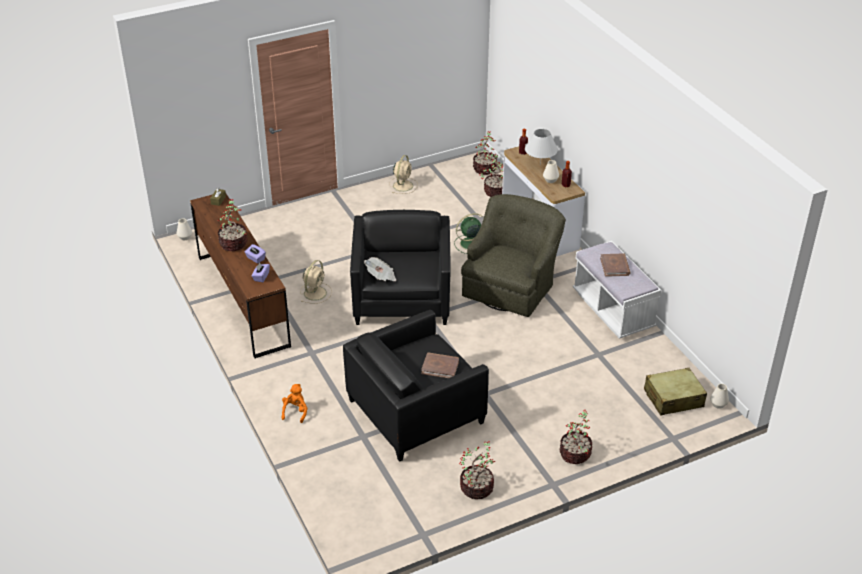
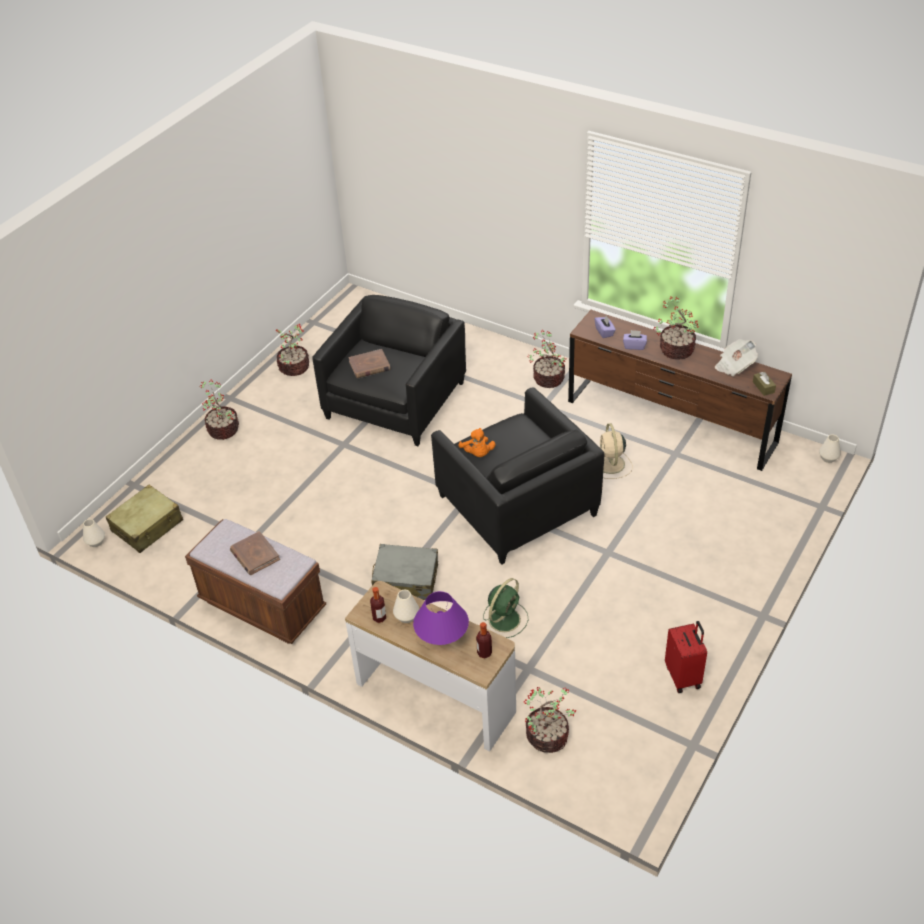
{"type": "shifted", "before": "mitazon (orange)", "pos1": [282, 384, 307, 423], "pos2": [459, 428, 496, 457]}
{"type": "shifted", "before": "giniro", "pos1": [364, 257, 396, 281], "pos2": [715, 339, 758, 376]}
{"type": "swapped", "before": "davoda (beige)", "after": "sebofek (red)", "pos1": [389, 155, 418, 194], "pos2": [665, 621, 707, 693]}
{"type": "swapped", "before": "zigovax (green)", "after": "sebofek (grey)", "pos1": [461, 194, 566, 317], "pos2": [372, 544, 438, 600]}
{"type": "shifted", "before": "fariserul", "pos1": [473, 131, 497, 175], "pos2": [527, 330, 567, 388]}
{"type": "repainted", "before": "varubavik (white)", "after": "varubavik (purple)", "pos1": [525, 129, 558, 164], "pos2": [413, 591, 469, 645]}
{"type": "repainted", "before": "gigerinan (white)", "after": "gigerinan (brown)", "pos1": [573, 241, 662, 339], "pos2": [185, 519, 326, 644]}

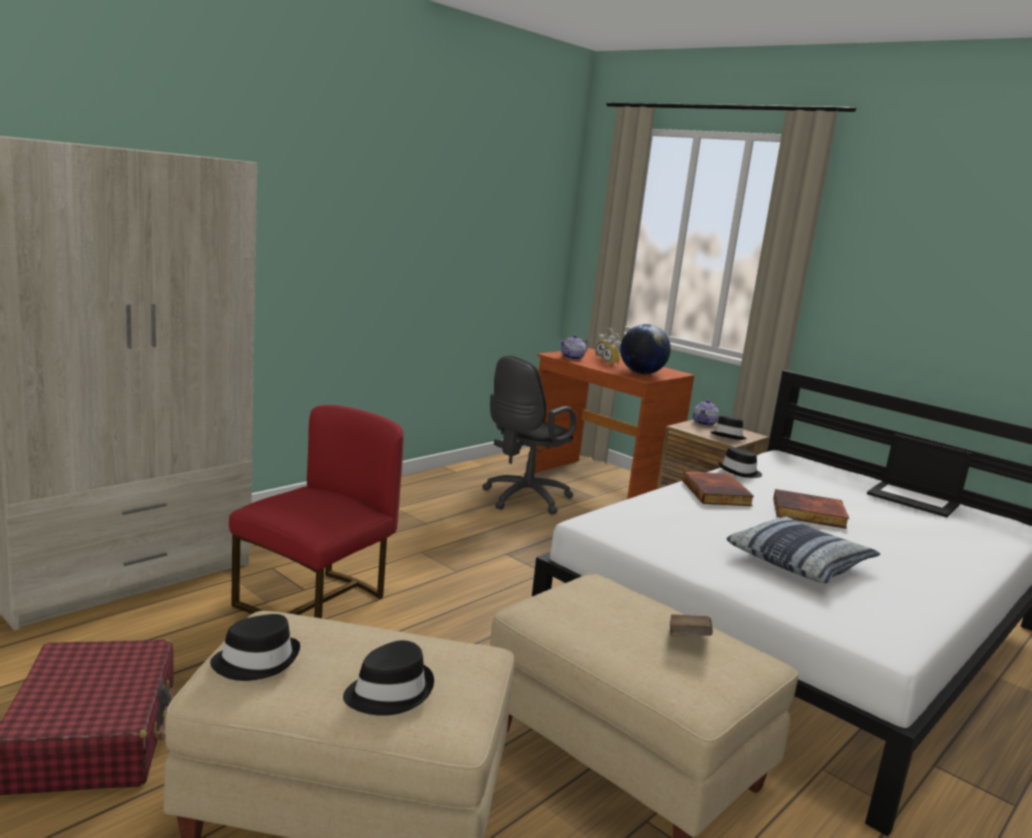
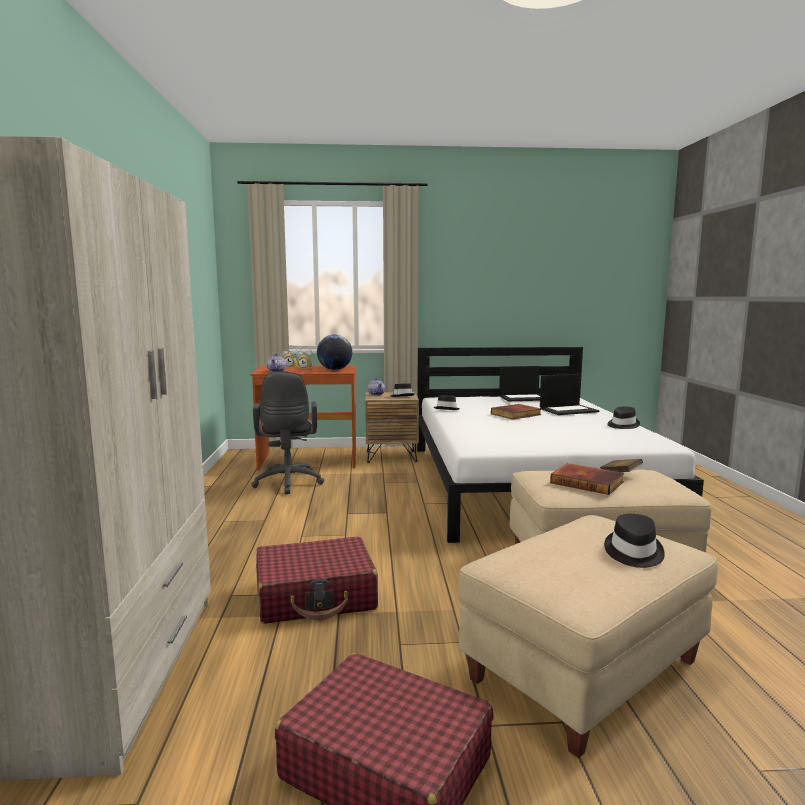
{"type": "shifted", "before": "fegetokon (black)", "pos1": [210, 614, 300, 681], "pos2": [607, 407, 640, 429]}
{"type": "swapped", "before": "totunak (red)", "after": "sebofek (red)", "pos1": [229, 405, 404, 618], "pos2": [256, 537, 378, 624]}
{"type": "shifted", "before": "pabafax", "pos1": [682, 471, 754, 506], "pos2": [550, 463, 624, 495]}
{"type": "gone", "before": "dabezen", "pos1": [727, 516, 880, 584]}
{"type": "new", "after": "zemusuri", "pos2": [540, 374, 599, 415]}

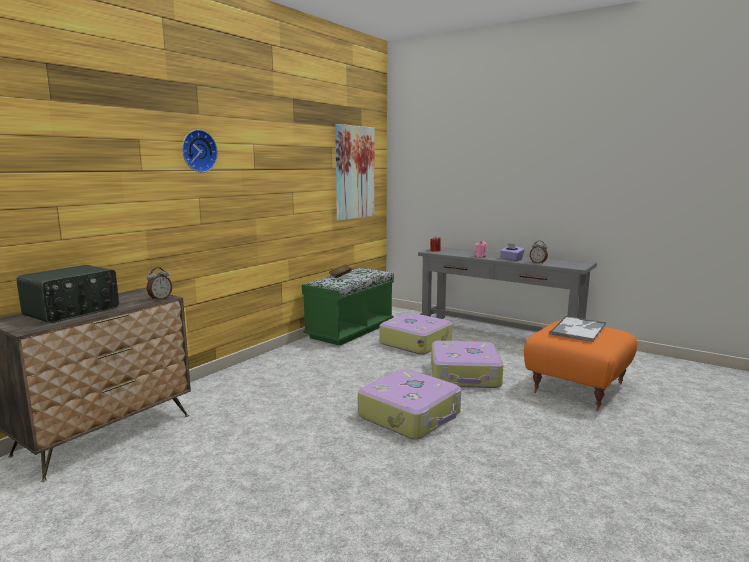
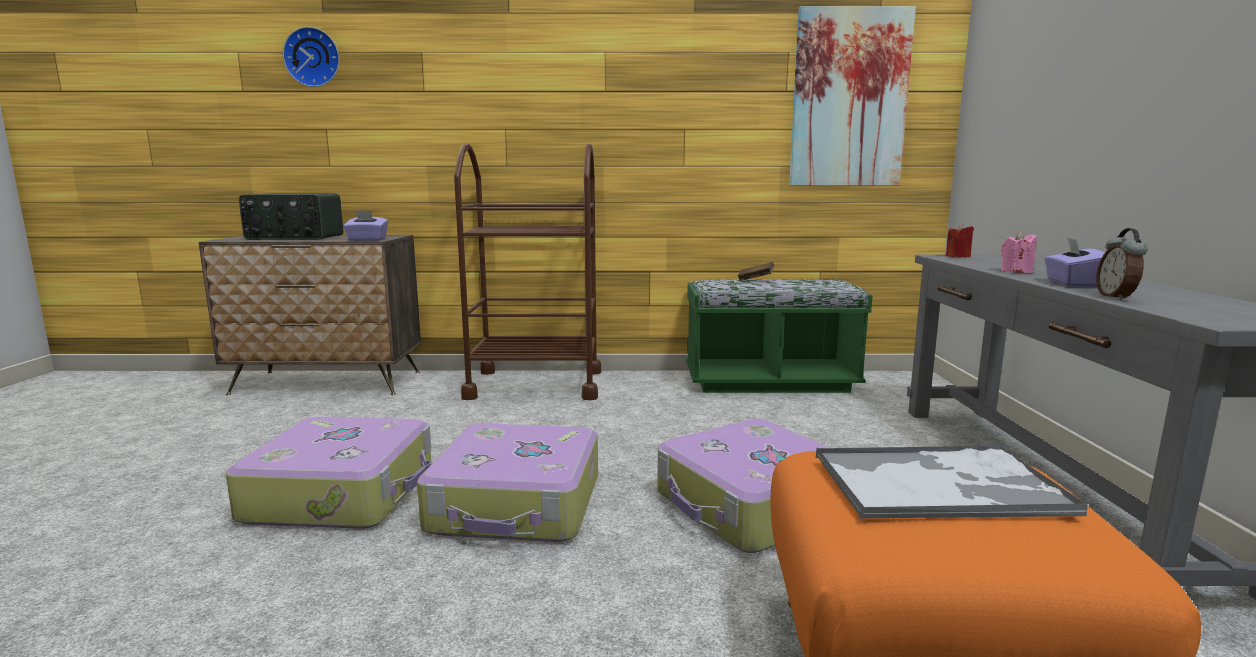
{"type": "swapped", "before": "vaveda", "after": "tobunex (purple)", "pos1": [147, 267, 172, 301], "pos2": [343, 210, 388, 241]}
{"type": "shifted", "before": "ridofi", "pos1": [182, 130, 218, 173], "pos2": [283, 27, 340, 87]}
{"type": "shifted", "before": "sebofek", "pos1": [380, 313, 453, 355], "pos2": [226, 417, 431, 529]}
{"type": "new", "after": "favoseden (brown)", "pos2": [454, 144, 601, 400]}

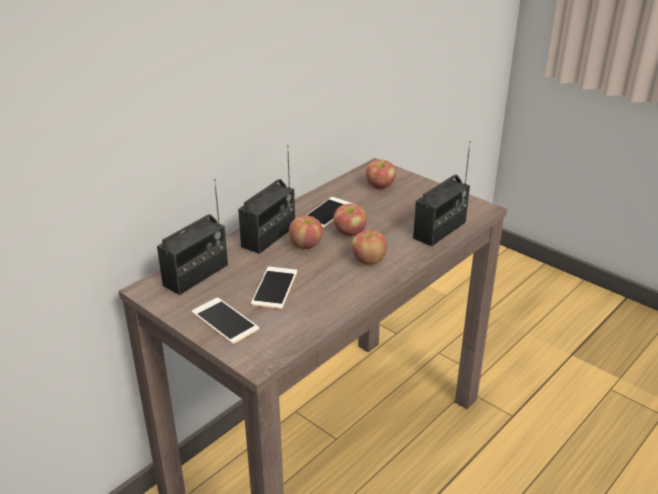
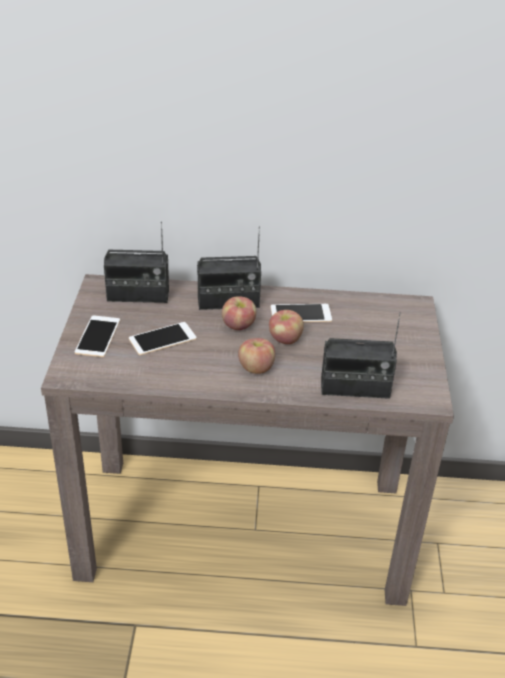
{"type": "gone", "before": "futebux", "pos1": [366, 159, 396, 189]}

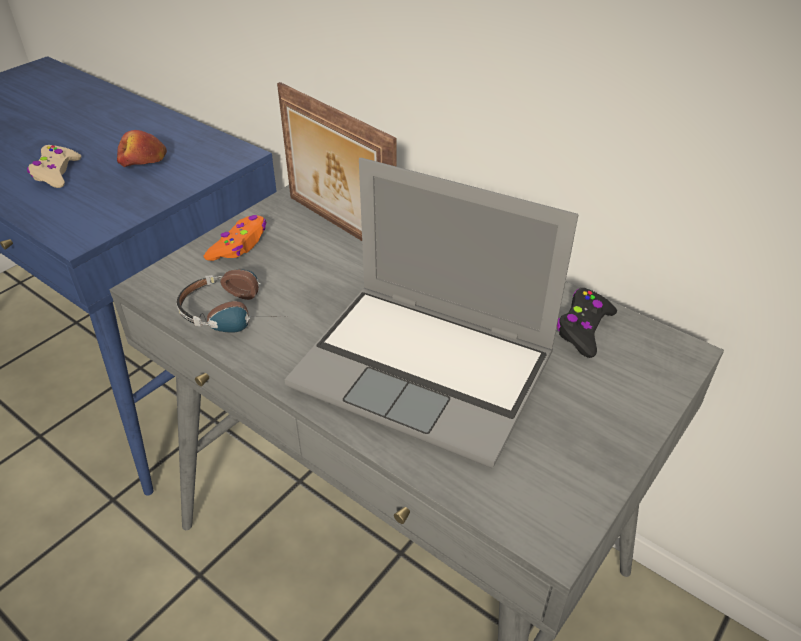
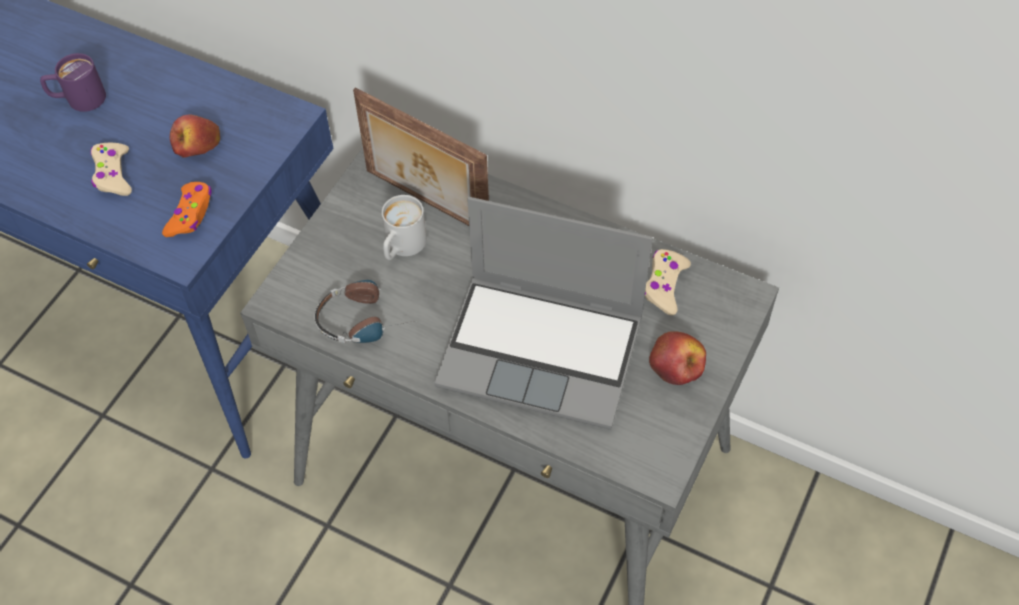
{"type": "shifted", "before": "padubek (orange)", "pos1": [204, 215, 266, 261], "pos2": [162, 182, 212, 237]}
{"type": "repainted", "before": "padubek (black)", "after": "padubek (beige)", "pos1": [557, 288, 617, 358], "pos2": [645, 249, 691, 316]}
{"type": "new", "after": "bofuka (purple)", "pos2": [40, 53, 106, 112]}
{"type": "new", "after": "bofuka (white)", "pos2": [382, 195, 427, 260]}
{"type": "new", "after": "futebux", "pos2": [649, 331, 706, 385]}

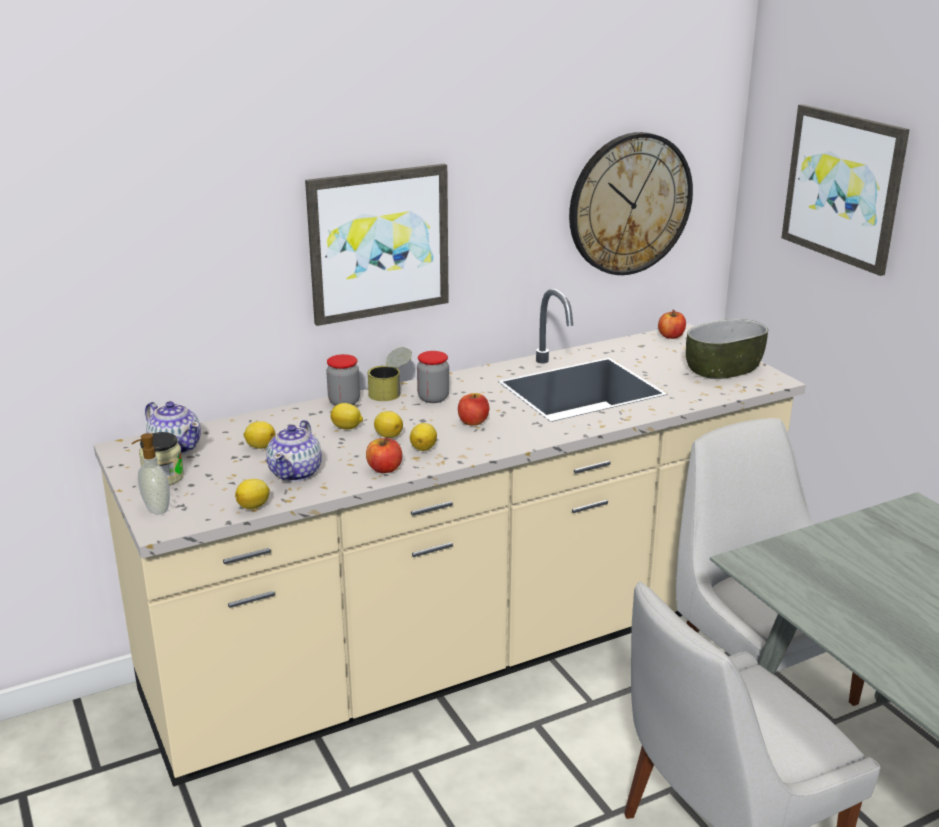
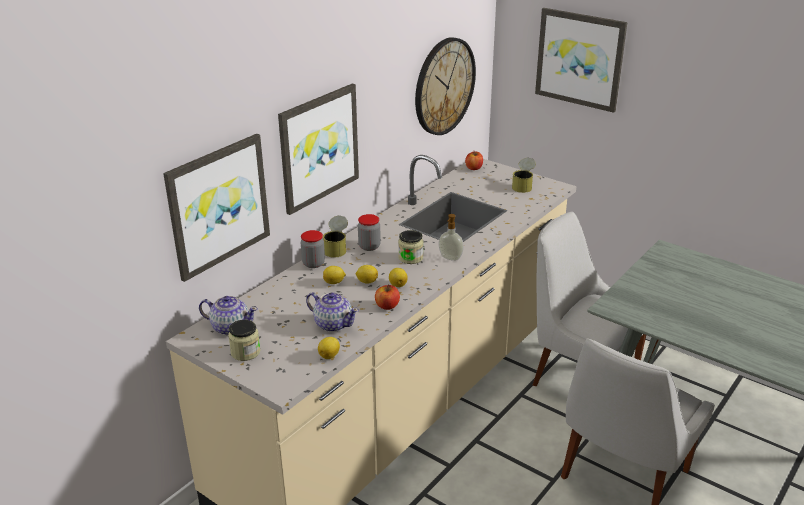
{"type": "shifted", "before": "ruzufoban", "pos1": [131, 433, 170, 514], "pos2": [438, 214, 464, 261]}
{"type": "gone", "before": "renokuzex", "pos1": [244, 421, 276, 449]}
{"type": "rotated", "before": "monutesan", "pos1": [266, 420, 322, 482], "pos2": [306, 292, 359, 332], "turn": -45}
{"type": "swapped", "before": "futebux", "after": "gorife", "pos1": [458, 393, 490, 426], "pos2": [398, 230, 423, 264]}
{"type": "swapped", "before": "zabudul", "after": "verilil", "pos1": [686, 319, 768, 379], "pos2": [512, 158, 536, 193]}
{"type": "new", "after": "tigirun", "pos2": [163, 134, 270, 282]}

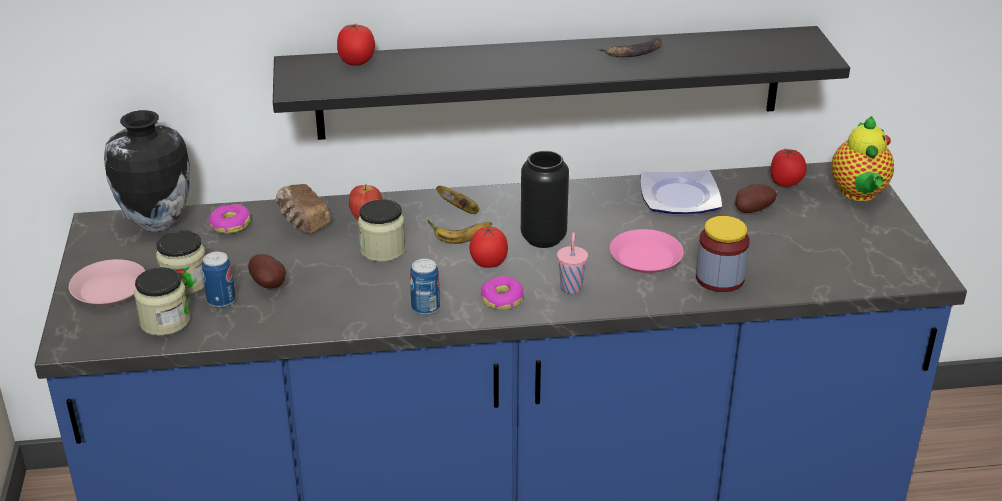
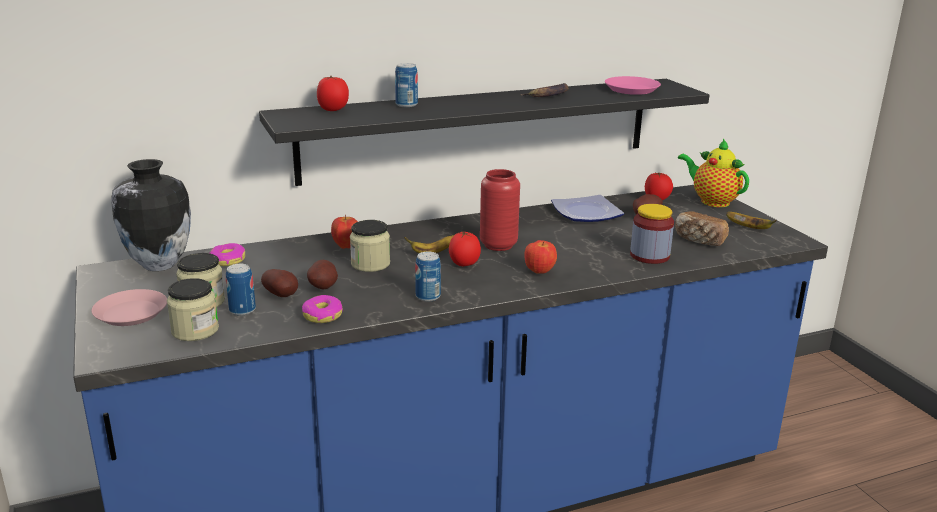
{"type": "shifted", "before": "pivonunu", "pos1": [276, 184, 331, 234], "pos2": [675, 211, 729, 246]}
{"type": "shifted", "before": "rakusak", "pos1": [436, 186, 479, 214], "pos2": [726, 212, 777, 229]}
{"type": "shifted", "before": "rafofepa", "pos1": [481, 276, 524, 310], "pos2": [302, 295, 343, 323]}
{"type": "repainted", "before": "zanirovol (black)", "after": "zanirovol (red)", "pos1": [521, 151, 569, 248], "pos2": [480, 169, 520, 251]}
{"type": "swapped", "before": "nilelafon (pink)", "after": "futebux", "pos1": [557, 232, 588, 294], "pos2": [524, 240, 557, 274]}
{"type": "shifted", "before": "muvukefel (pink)", "pos1": [610, 229, 684, 273], "pos2": [605, 76, 661, 95]}
{"type": "rotated", "before": "monutesan", "pos1": [831, 116, 894, 201], "pos2": [678, 139, 749, 207], "turn": 150}
{"type": "new", "after": "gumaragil", "pos2": [307, 260, 338, 290]}
{"type": "new", "after": "verilil", "pos2": [395, 63, 418, 107]}

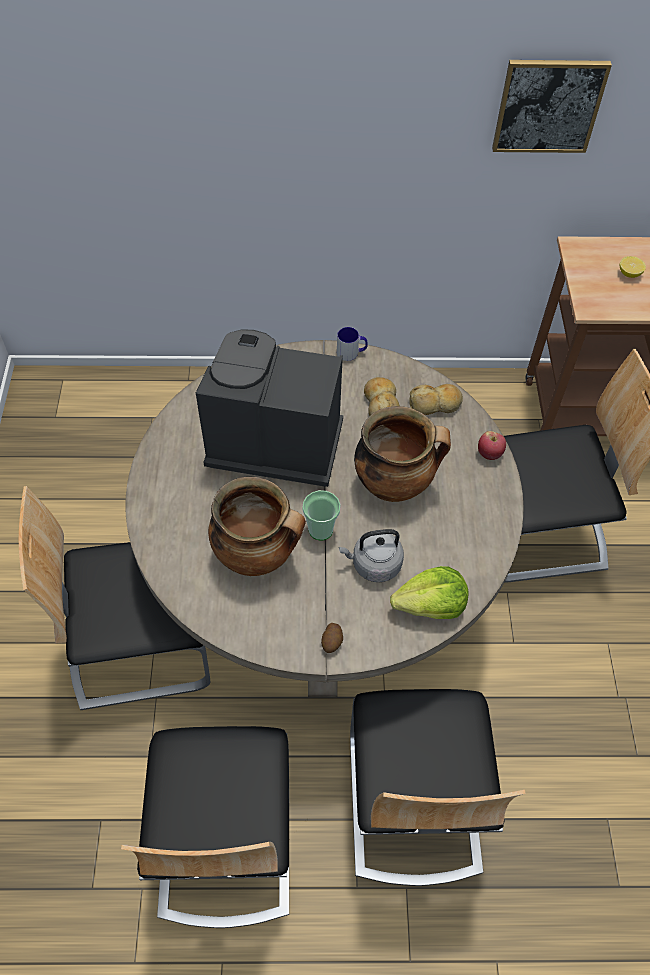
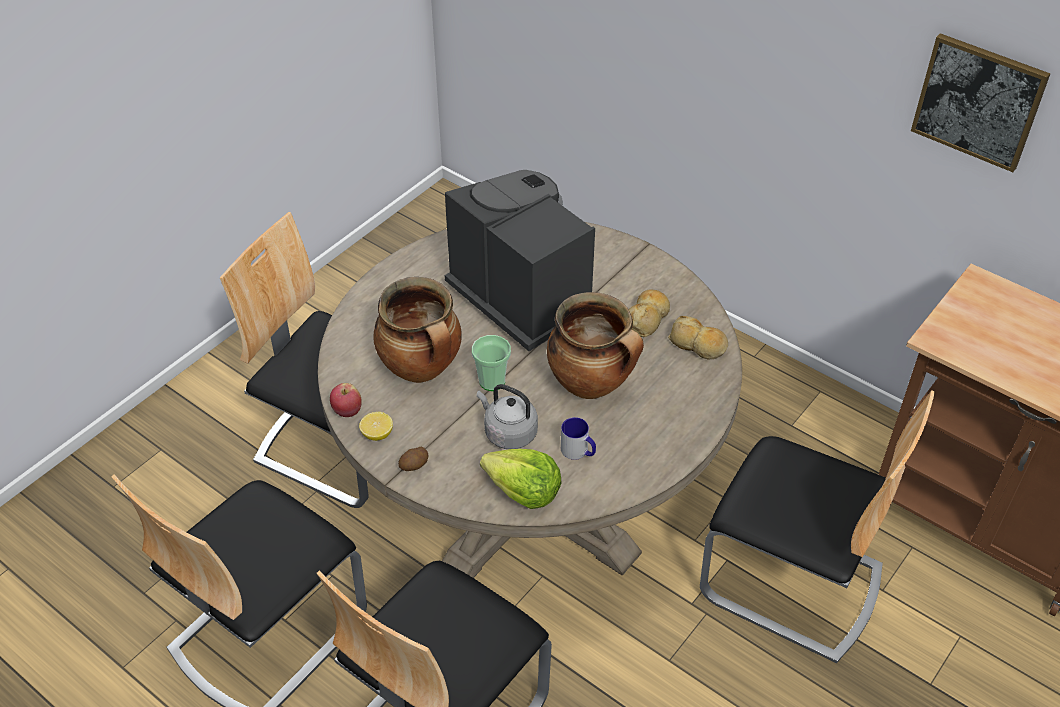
{"type": "shifted", "before": "bofuka", "pos1": [337, 327, 368, 361], "pos2": [561, 417, 596, 460]}
{"type": "shifted", "before": "futebux", "pos1": [478, 431, 506, 460], "pos2": [330, 383, 362, 417]}
{"type": "shifted", "before": "renokuzex", "pos1": [620, 256, 646, 278], "pos2": [359, 412, 393, 441]}

